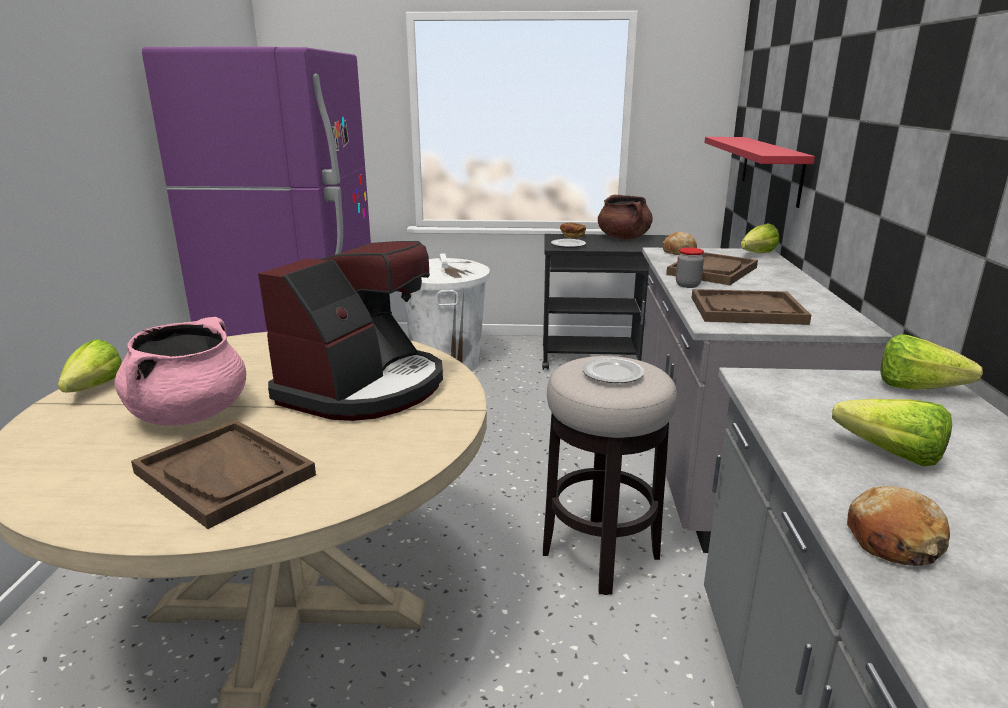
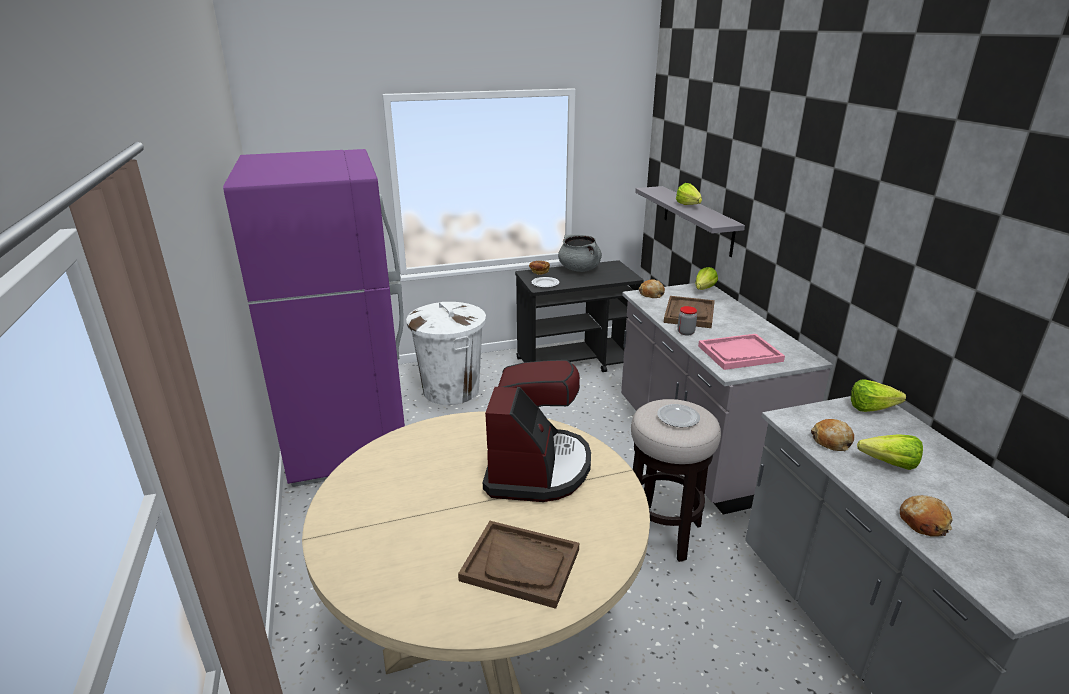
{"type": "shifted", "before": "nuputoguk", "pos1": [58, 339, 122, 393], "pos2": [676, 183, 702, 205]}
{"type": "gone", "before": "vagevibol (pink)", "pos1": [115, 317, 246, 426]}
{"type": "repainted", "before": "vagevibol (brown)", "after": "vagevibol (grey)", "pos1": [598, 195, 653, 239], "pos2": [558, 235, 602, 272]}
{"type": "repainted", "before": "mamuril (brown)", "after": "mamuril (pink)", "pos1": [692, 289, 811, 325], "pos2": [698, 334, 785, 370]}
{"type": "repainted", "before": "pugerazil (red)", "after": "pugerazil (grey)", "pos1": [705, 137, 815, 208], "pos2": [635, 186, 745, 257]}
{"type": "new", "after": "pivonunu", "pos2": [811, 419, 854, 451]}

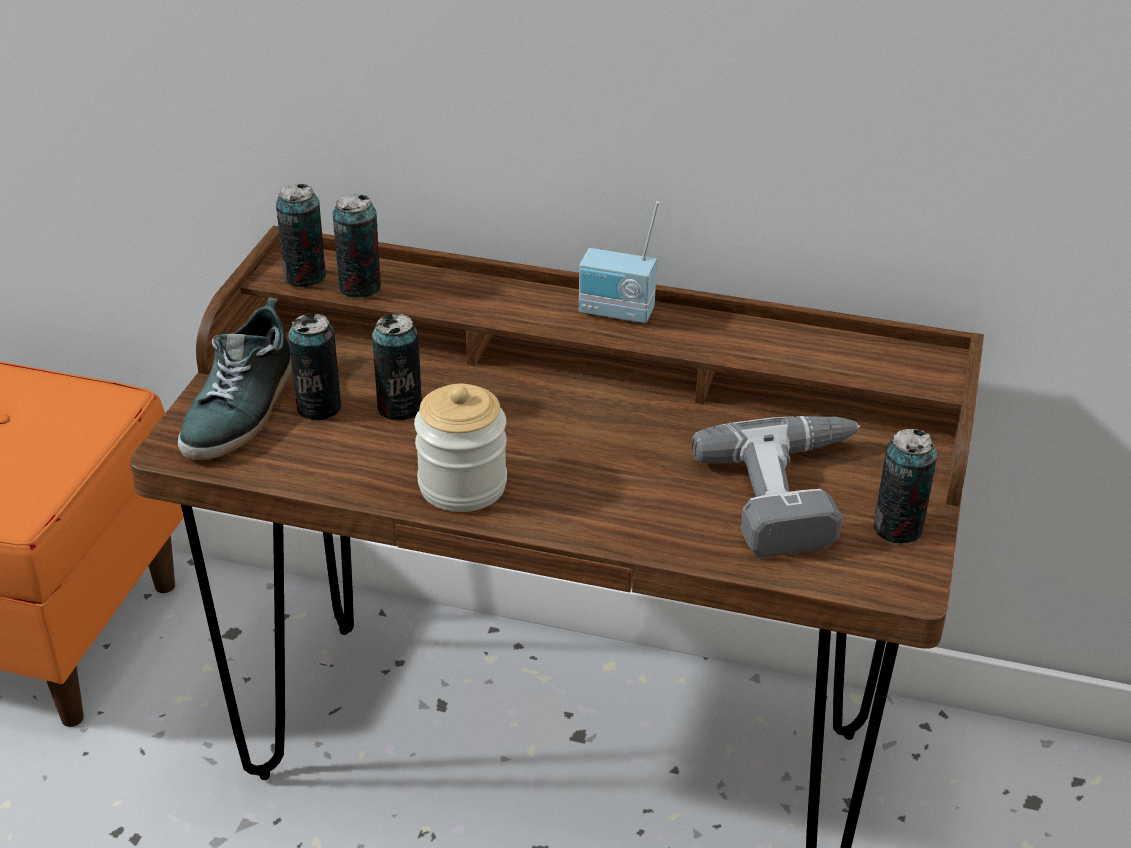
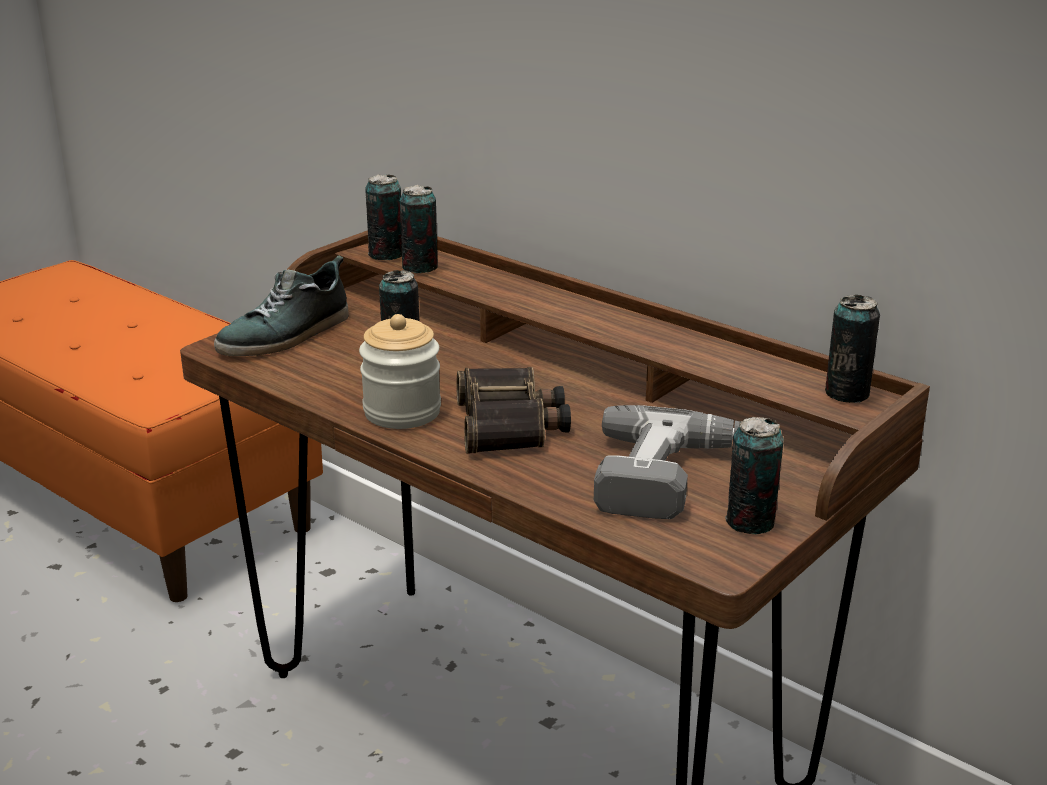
{"type": "shifted", "before": "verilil", "pos1": [288, 313, 341, 420], "pos2": [825, 295, 880, 403]}
{"type": "gone", "before": "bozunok", "pos1": [579, 201, 659, 323]}
{"type": "new", "after": "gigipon", "pos2": [457, 367, 571, 453]}

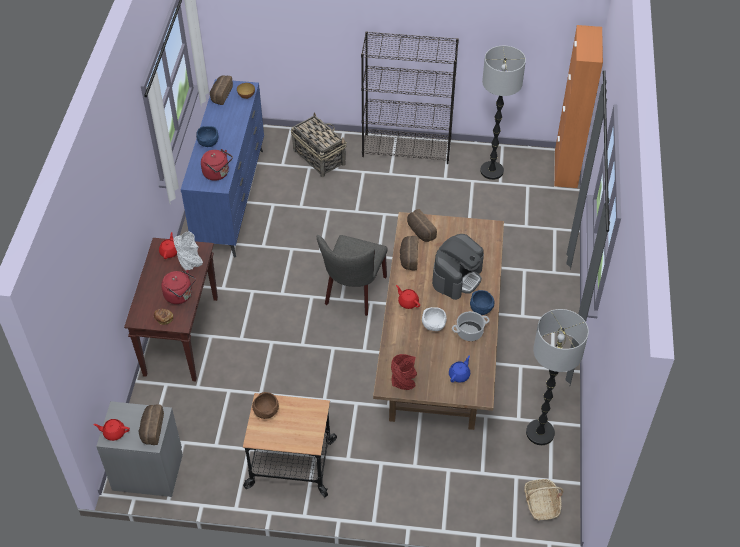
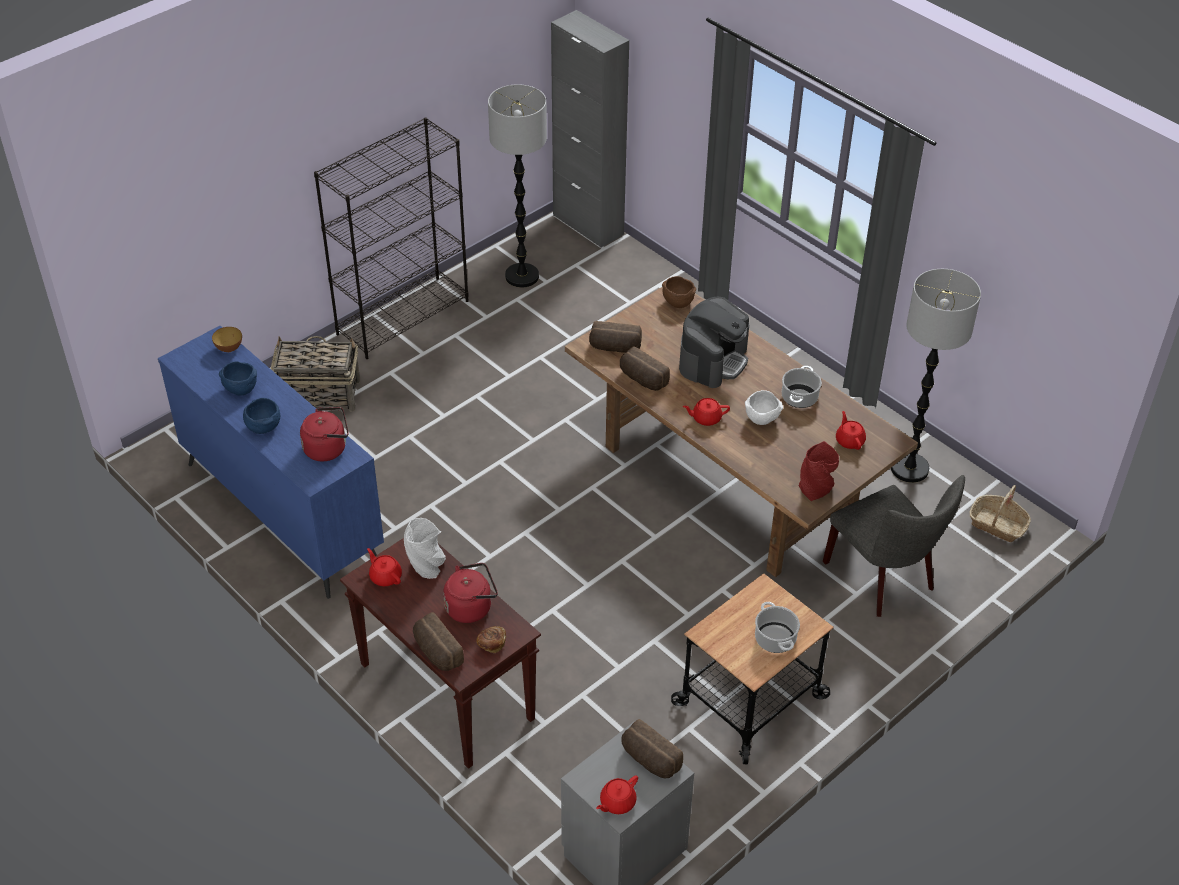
{"type": "shifted", "before": "pivonunu", "pos1": [210, 75, 233, 105], "pos2": [413, 612, 464, 671]}
{"type": "shifted", "before": "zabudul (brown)", "pos1": [252, 392, 279, 419], "pos2": [662, 276, 696, 308]}
{"type": "shifted", "before": "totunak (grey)", "pos1": [317, 235, 388, 316], "pos2": [823, 475, 965, 617]}
{"type": "rotated", "before": "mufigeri", "pos1": [432, 234, 484, 300], "pos2": [679, 297, 749, 388], "turn": 45}
{"type": "repainted", "before": "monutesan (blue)", "after": "monutesan (red)", "pos1": [449, 355, 470, 382], "pos2": [836, 411, 866, 450]}
{"type": "shifted", "before": "zabudul (blue)", "pos1": [470, 290, 494, 315], "pos2": [219, 361, 257, 395]}
{"type": "repainted", "before": "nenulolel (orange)", "after": "nenulolel (grey)", "pos1": [554, 25, 603, 188], "pos2": [551, 10, 629, 248]}
{"type": "new", "after": "vagevibol", "pos2": [755, 602, 800, 653]}

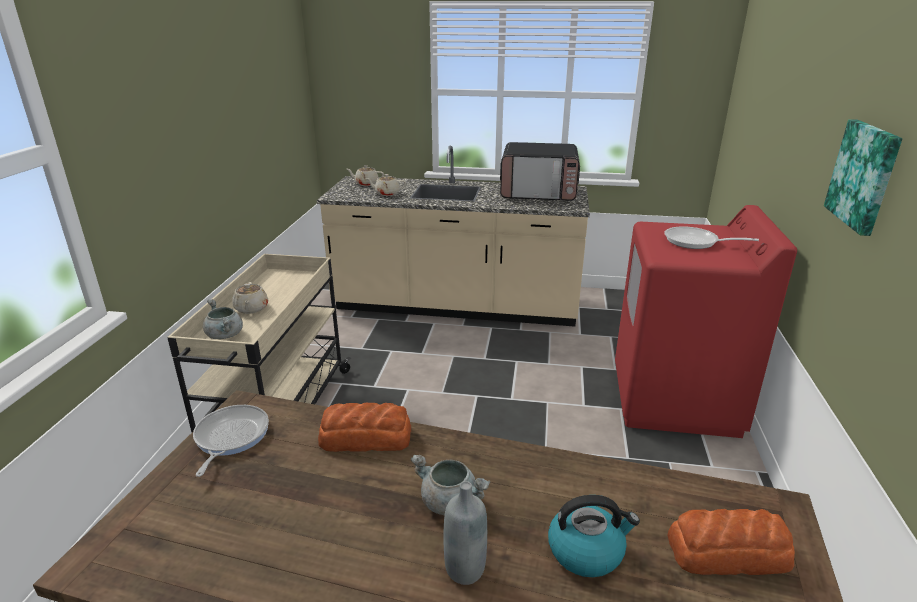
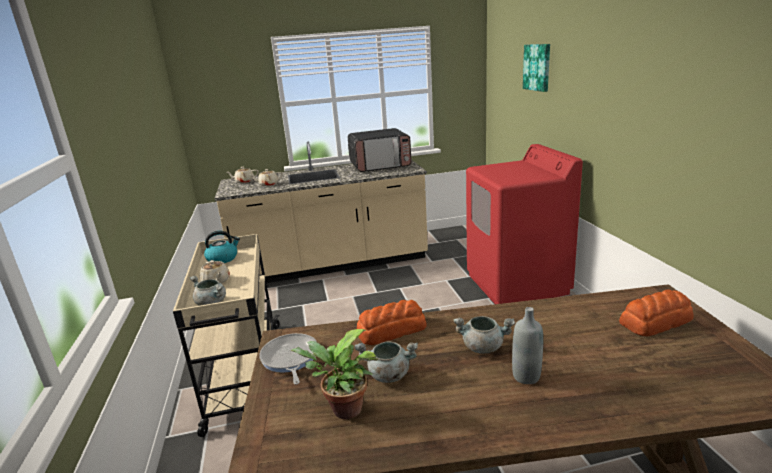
{"type": "shifted", "before": "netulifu", "pos1": [548, 495, 640, 577], "pos2": [204, 231, 240, 263]}
{"type": "gone", "before": "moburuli", "pos1": [664, 226, 759, 249]}
{"type": "shifted", "before": "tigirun", "pos1": [824, 119, 903, 236], "pos2": [523, 44, 550, 92]}
{"type": "new", "after": "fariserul", "pos2": [291, 329, 378, 419]}
{"type": "new", "after": "vagevibol (grey)", "pos2": [354, 341, 418, 383]}

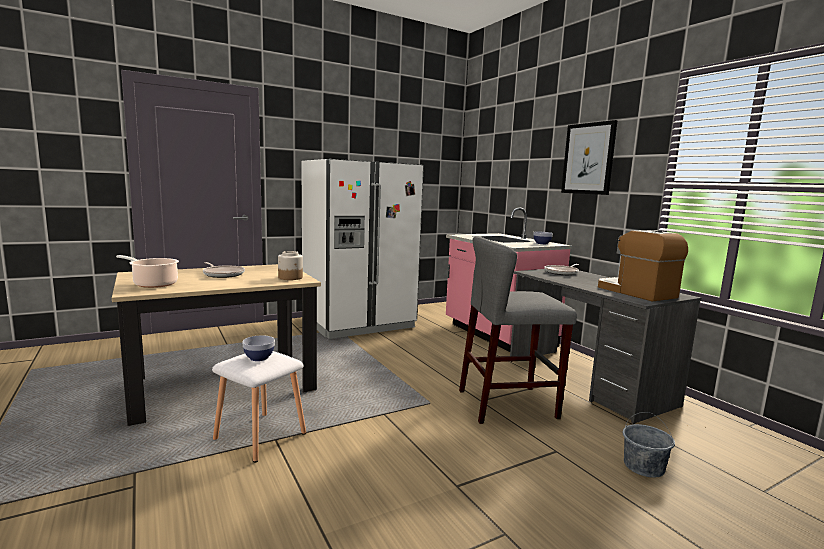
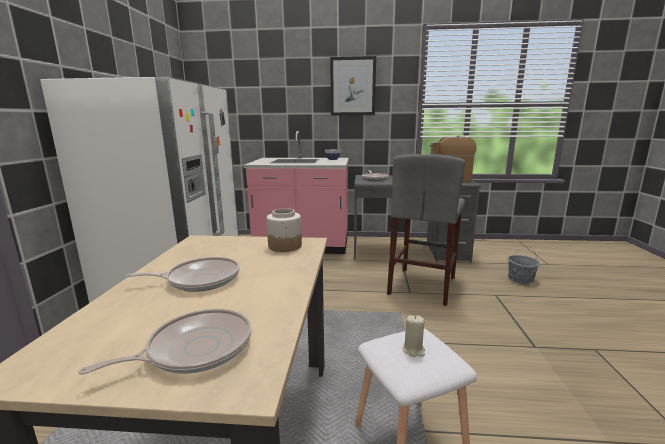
{"type": "swapped", "before": "vagevibol", "after": "moburuli", "pos1": [116, 255, 179, 288], "pos2": [78, 309, 252, 375]}
{"type": "swapped", "before": "zabudul", "after": "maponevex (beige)", "pos1": [242, 335, 275, 361], "pos2": [403, 315, 425, 357]}

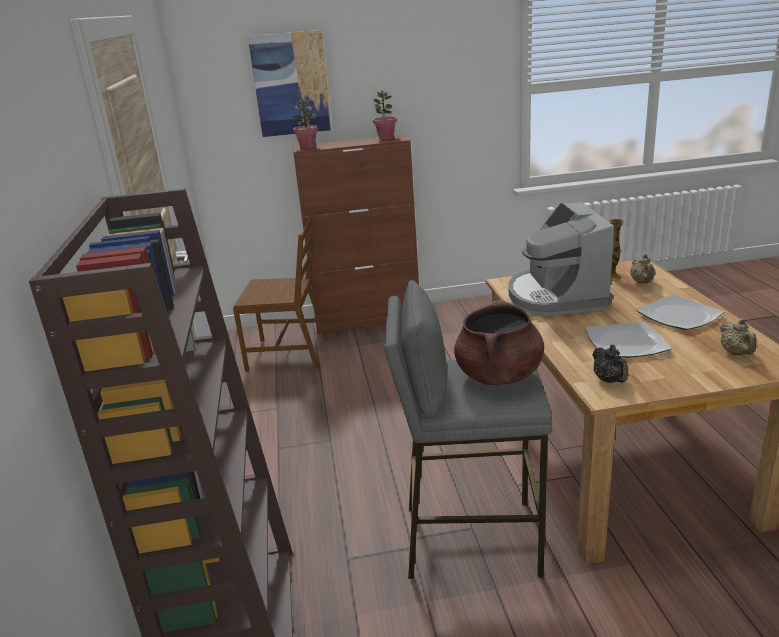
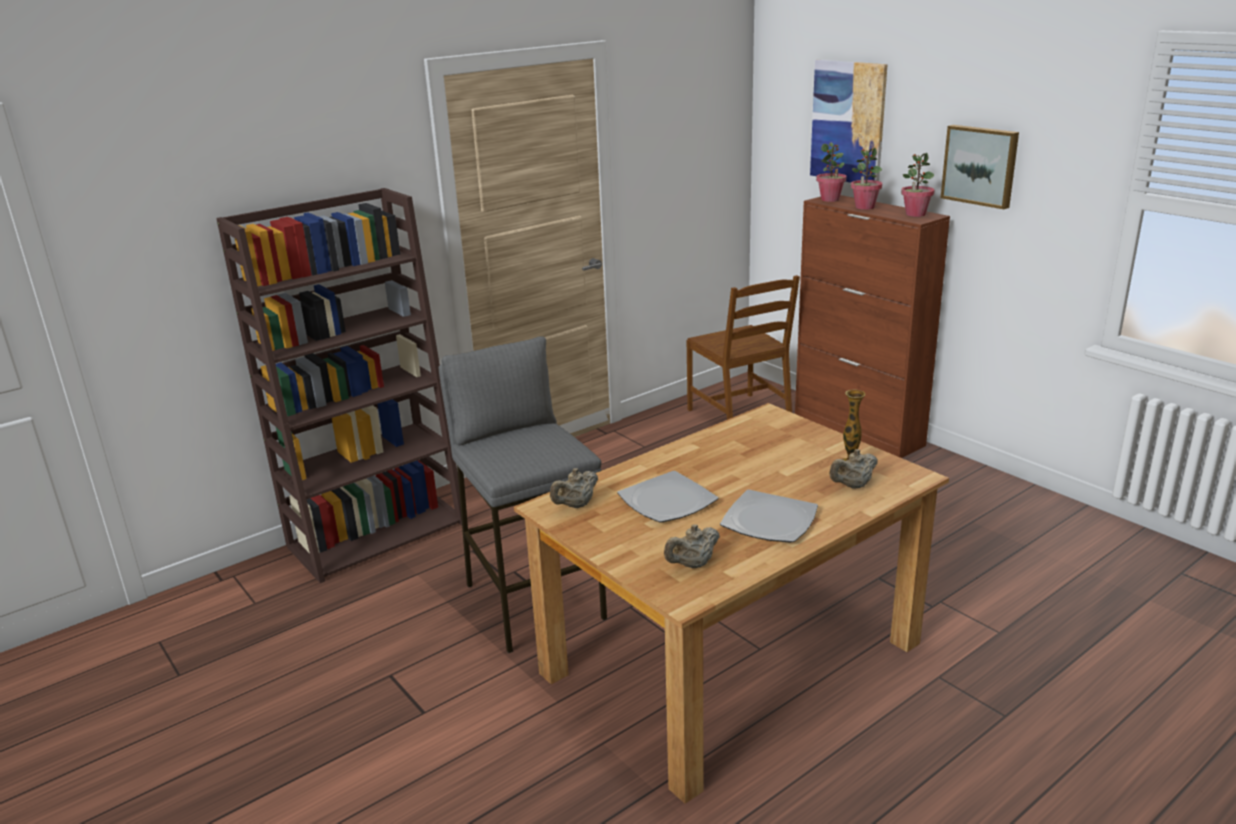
{"type": "gone", "before": "vagevibol (brown)", "pos1": [454, 300, 544, 385]}
{"type": "gone", "before": "mufigeri", "pos1": [509, 202, 614, 316]}
{"type": "repainted", "before": "monutesan (black)", "after": "monutesan (beige)", "pos1": [592, 345, 629, 383], "pos2": [550, 468, 598, 508]}
{"type": "new", "after": "fariserul", "pos2": [851, 148, 882, 210]}
{"type": "new", "after": "tigirun", "pos2": [941, 125, 1019, 209]}

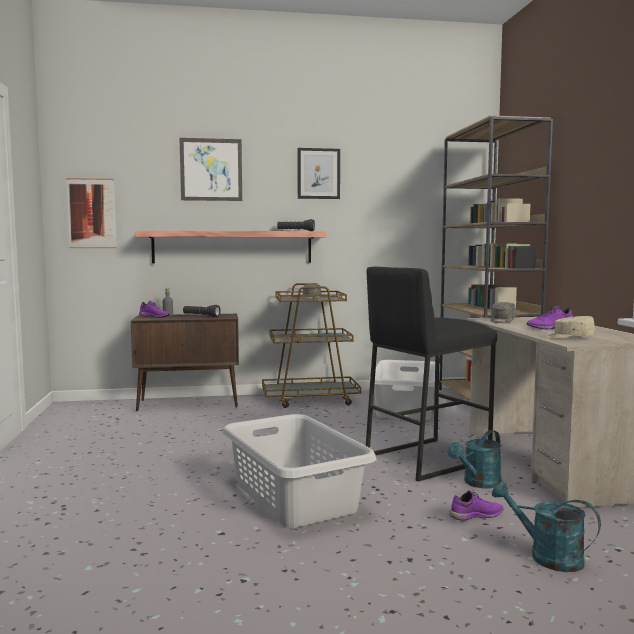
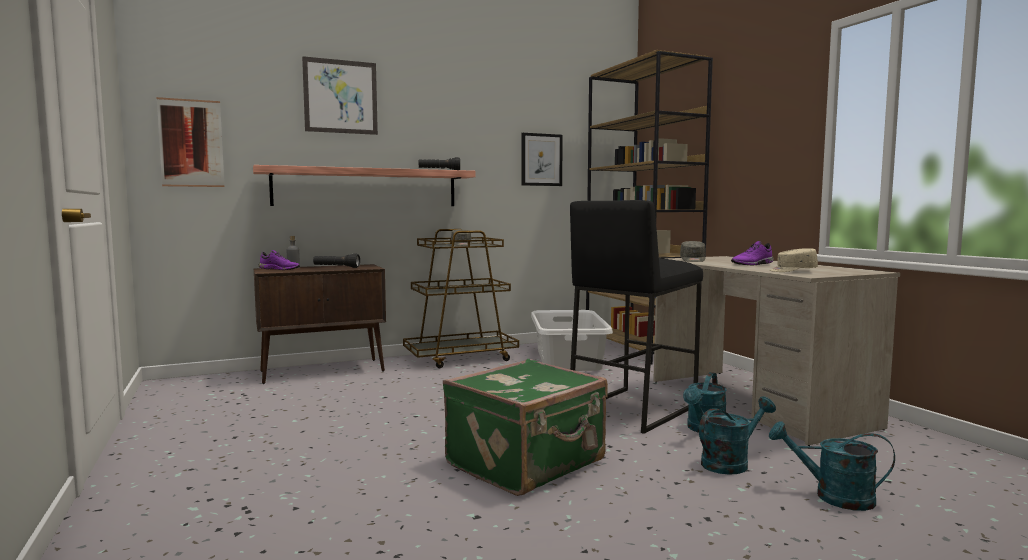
{"type": "swapped", "before": "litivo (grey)", "after": "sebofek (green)", "pos1": [222, 414, 376, 528], "pos2": [443, 359, 608, 496]}
{"type": "shifted", "before": "tigirun", "pos1": [297, 148, 340, 199], "pos2": [521, 133, 563, 186]}
{"type": "swapped", "before": "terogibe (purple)", "after": "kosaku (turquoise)", "pos1": [449, 490, 504, 521], "pos2": [699, 396, 776, 475]}

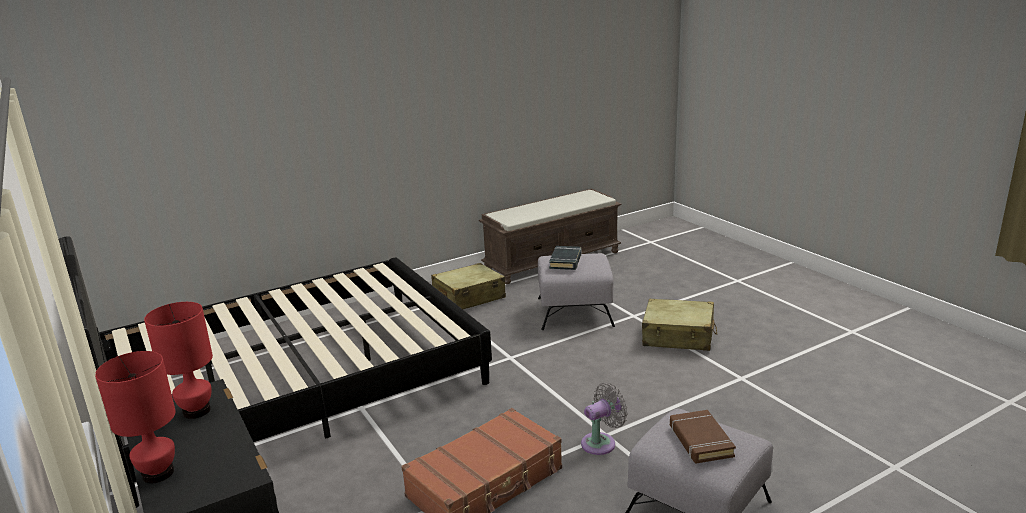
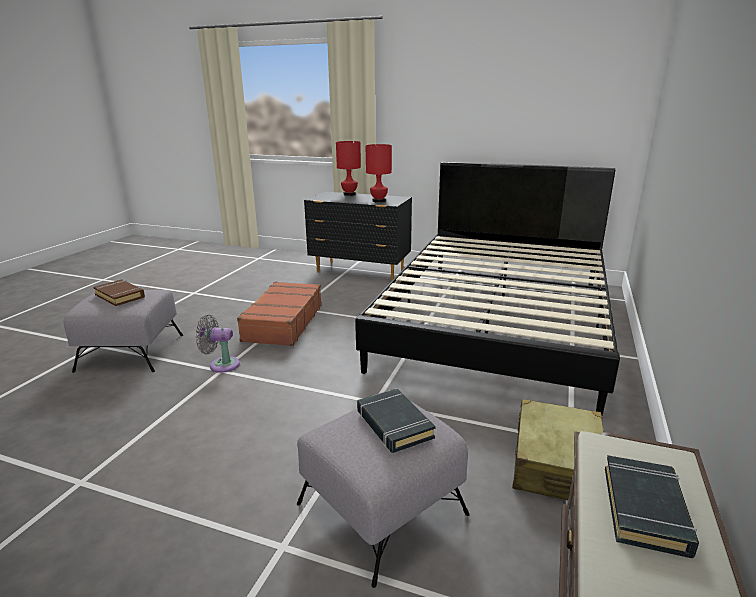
{"type": "rotated", "before": "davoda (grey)", "pos1": [581, 383, 628, 455], "pos2": [196, 315, 240, 373], "turn": 75}
{"type": "gone", "before": "sebofek (beige)", "pos1": [642, 299, 717, 351]}
{"type": "new", "after": "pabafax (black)", "pos2": [605, 455, 699, 558]}

